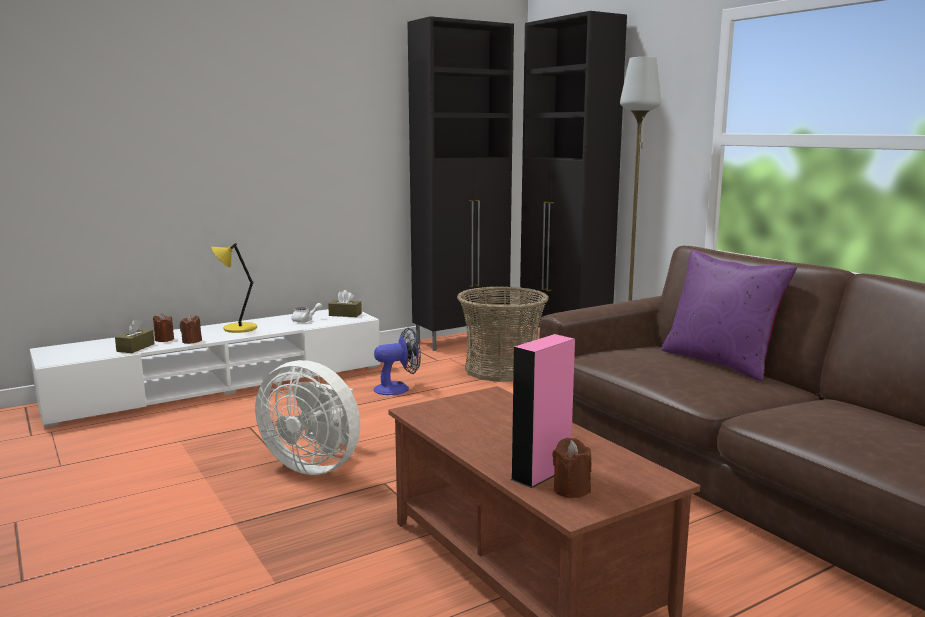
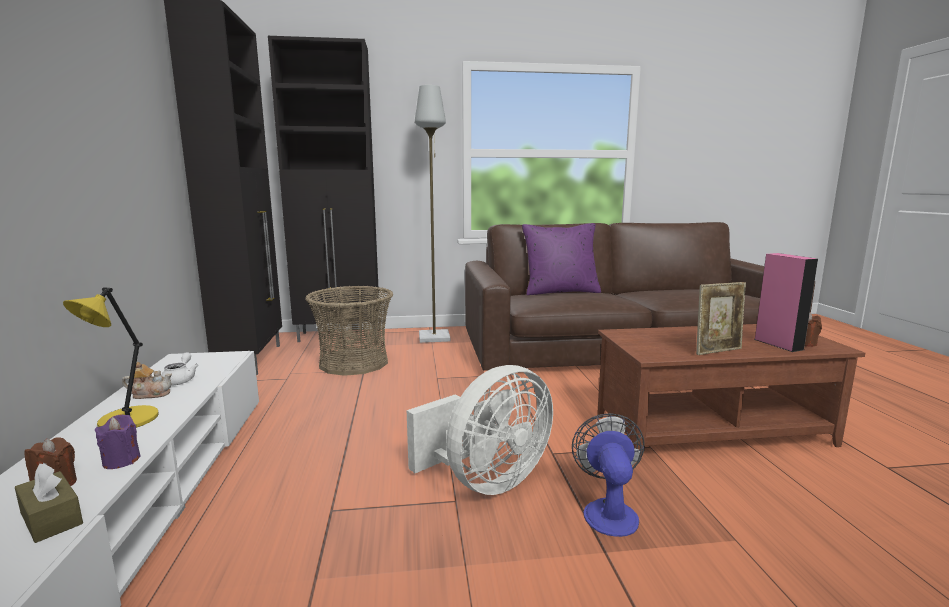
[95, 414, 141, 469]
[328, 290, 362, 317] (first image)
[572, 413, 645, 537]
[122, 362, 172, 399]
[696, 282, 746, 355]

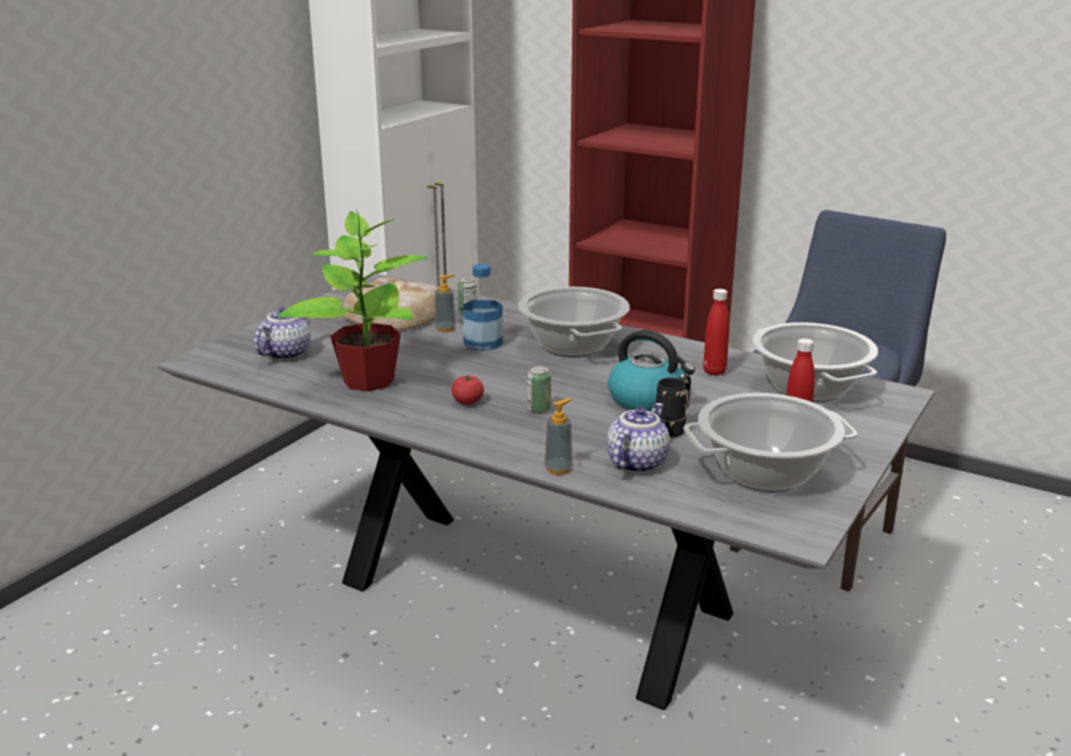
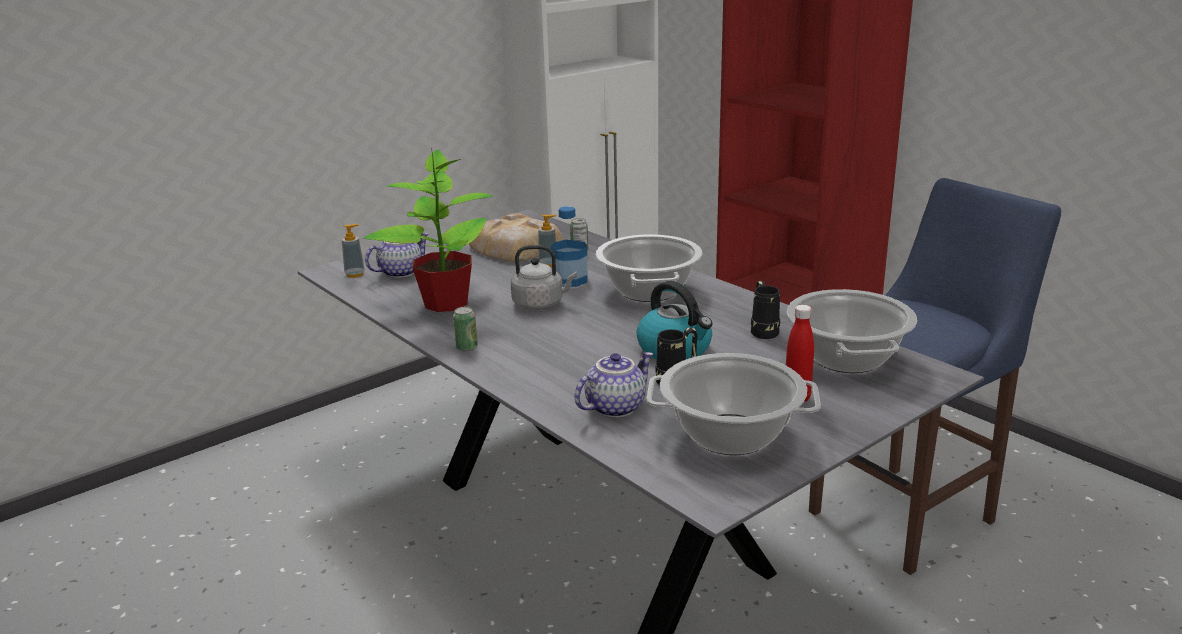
[451, 375, 484, 405] (first image)
[453, 307, 478, 352]
[342, 224, 365, 278]
[751, 281, 780, 339]
[511, 245, 577, 310]

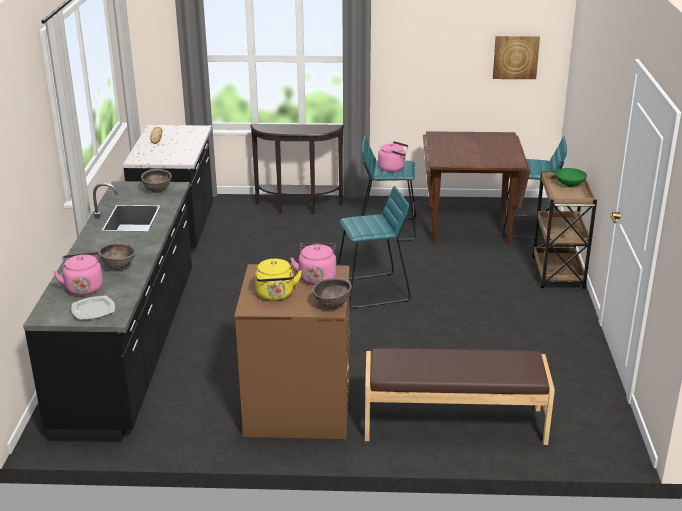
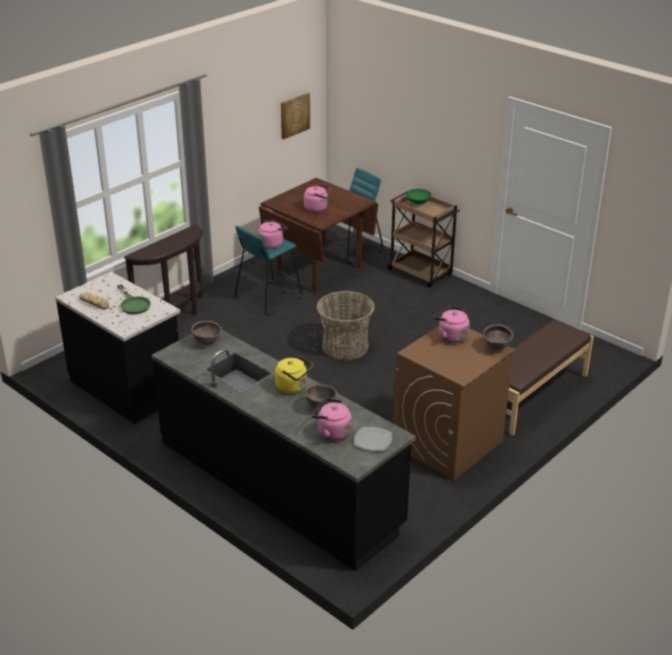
[275, 356, 313, 394]
[316, 291, 375, 360]
[117, 284, 151, 314]
[304, 184, 331, 212]

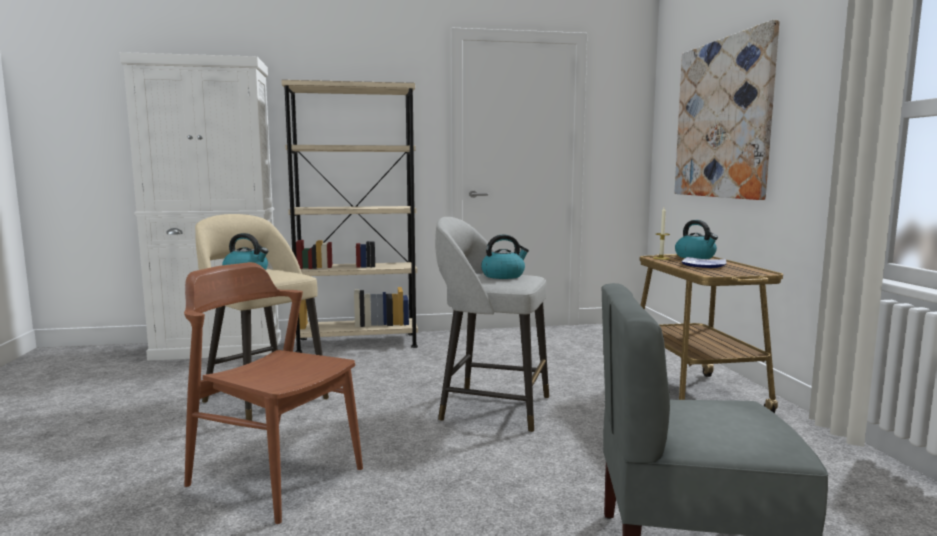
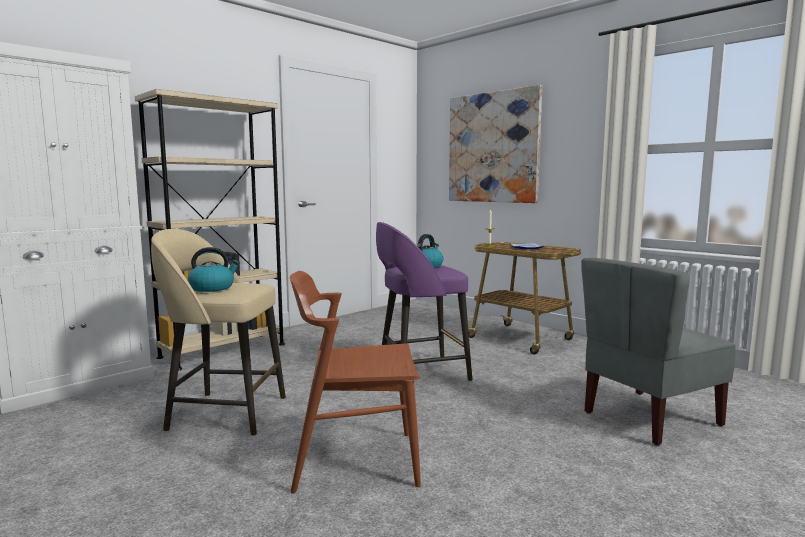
[376, 222, 472, 381]
[675, 220, 718, 259] (first image)

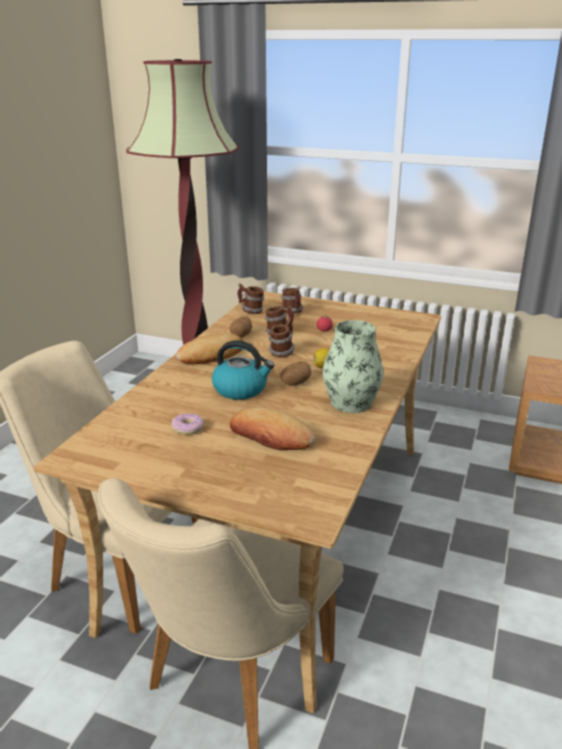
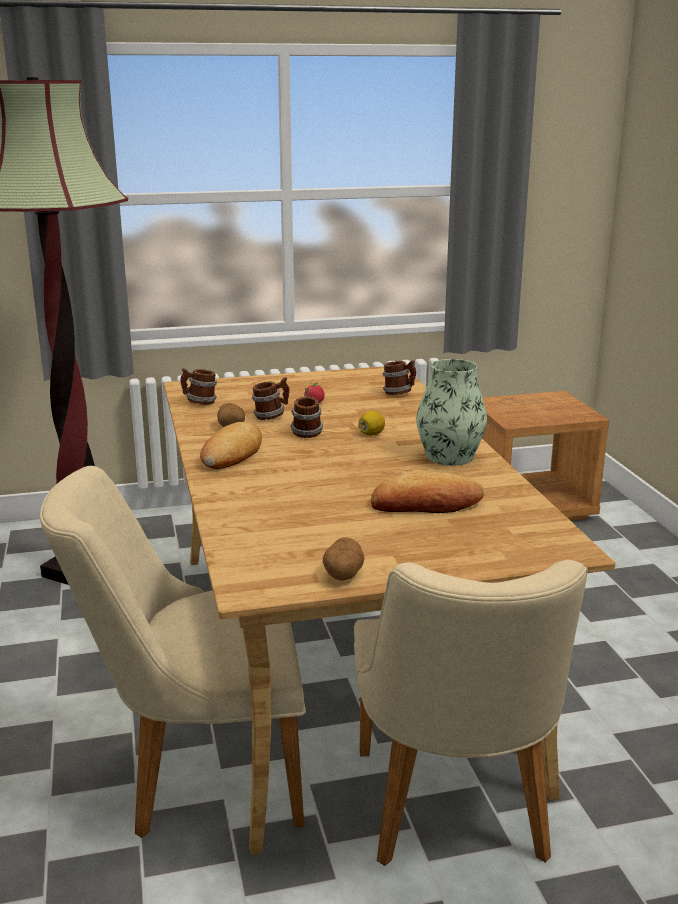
[171, 413, 204, 435] (first image)
[212, 340, 274, 400] (first image)
[323, 537, 364, 581]
[382, 360, 416, 395]

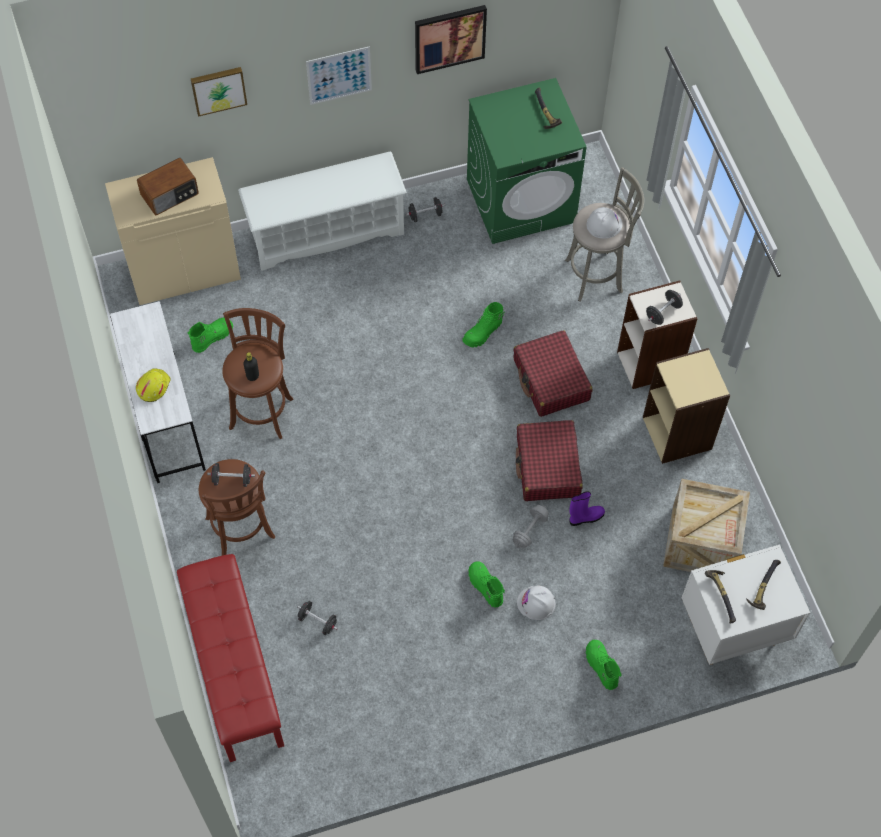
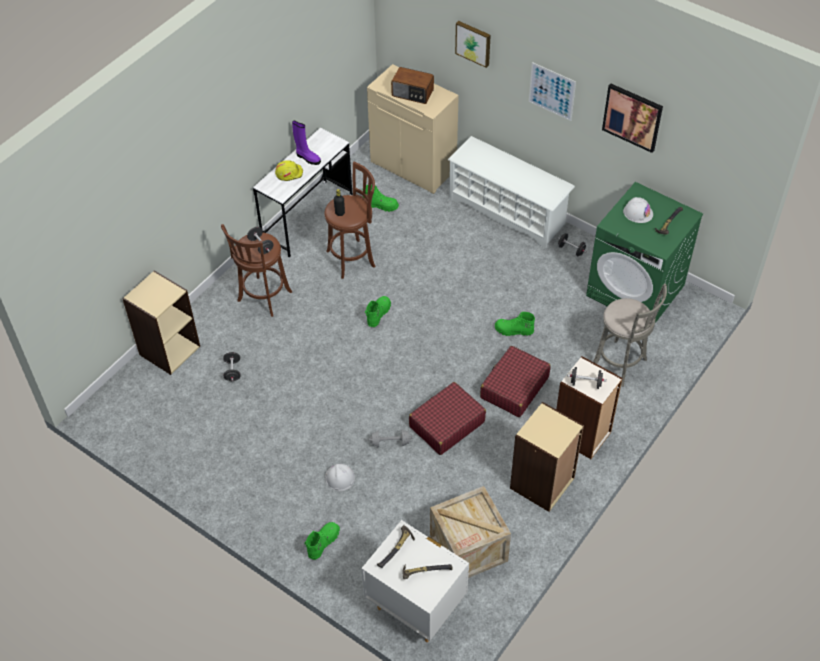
[122, 270, 200, 375]
[365, 296, 391, 327]
[292, 121, 321, 165]
[623, 197, 653, 223]

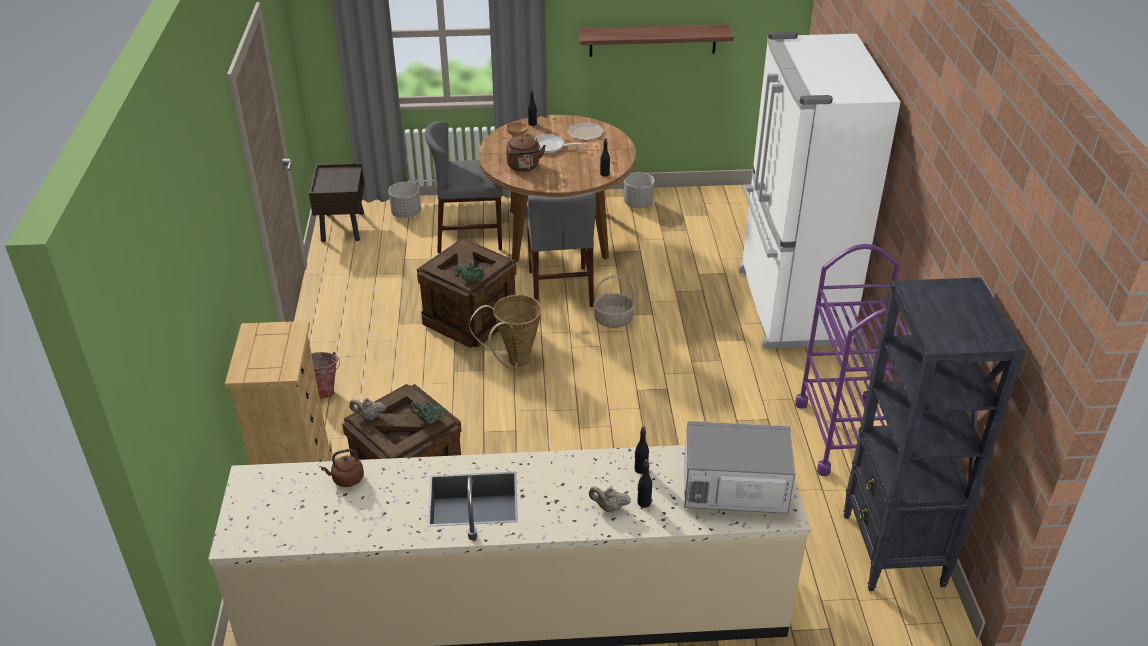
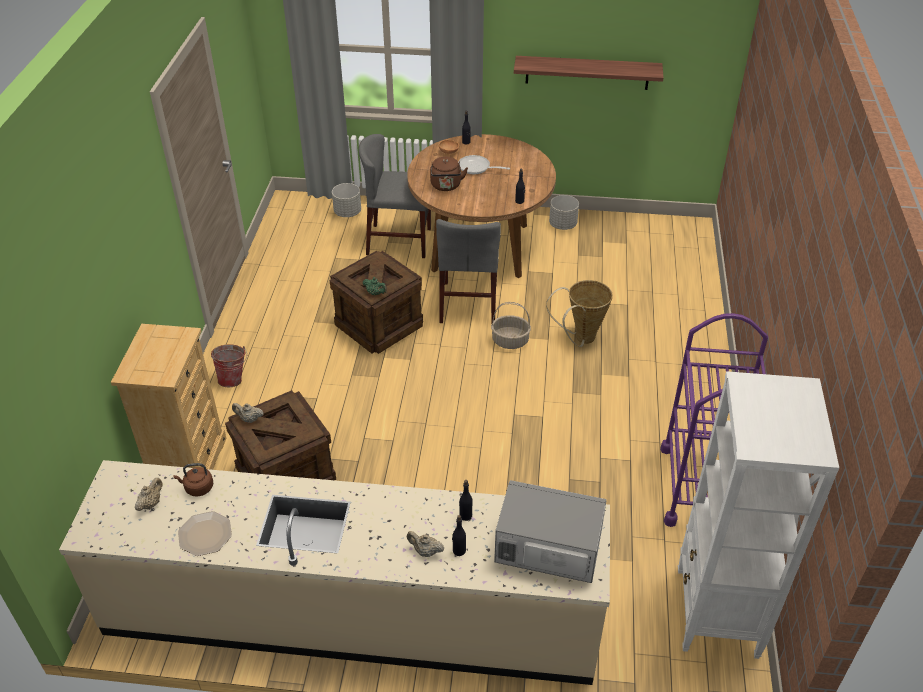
[309, 163, 365, 242] (first image)
[410, 401, 446, 424] (first image)
[546, 280, 613, 347]
[178, 511, 232, 556]
[738, 31, 900, 349] (first image)
[678, 371, 839, 659]
[135, 478, 163, 511]

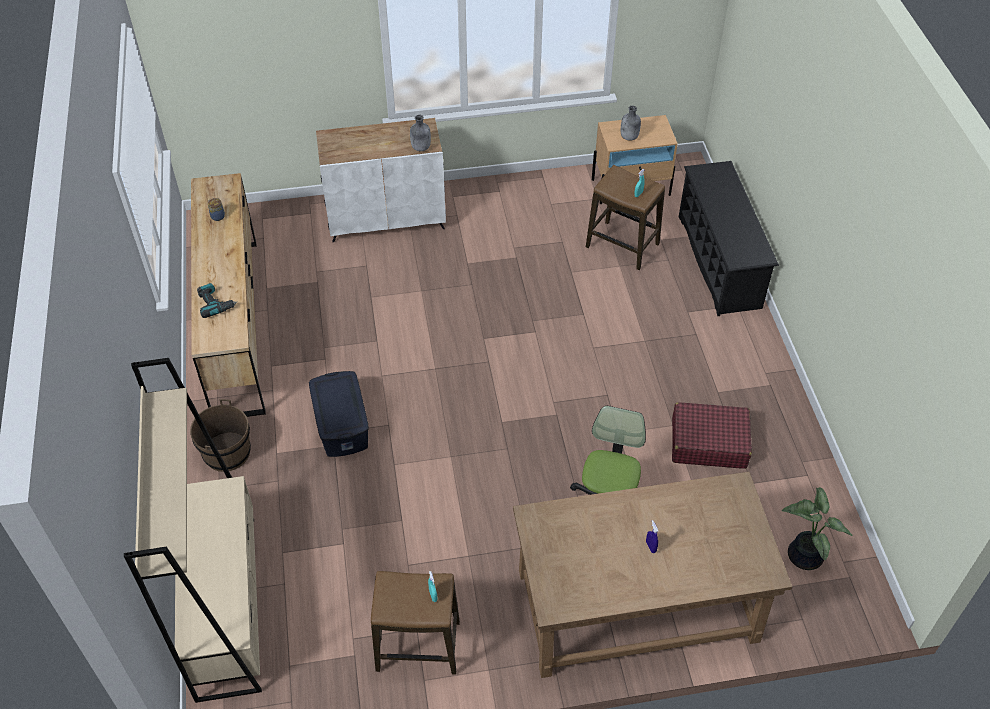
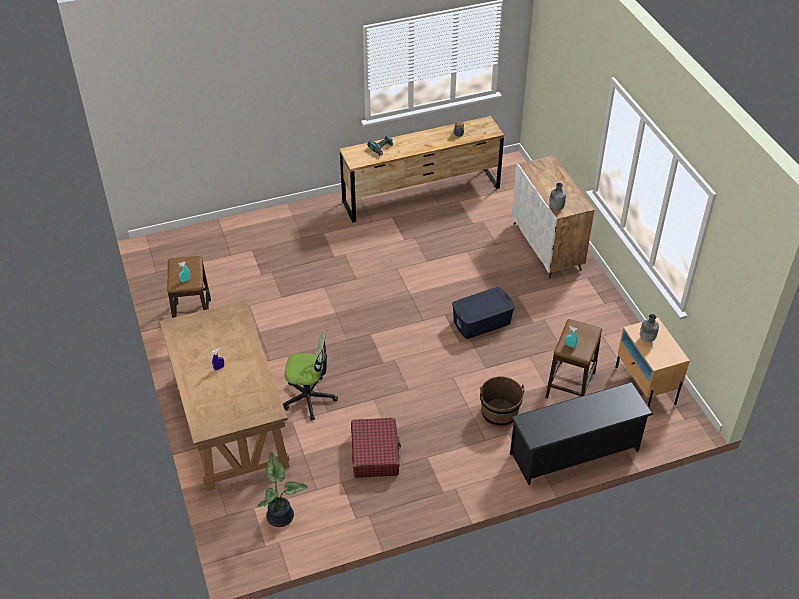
[124, 358, 262, 703] (first image)
[480, 376, 525, 427]
[452, 287, 514, 339]

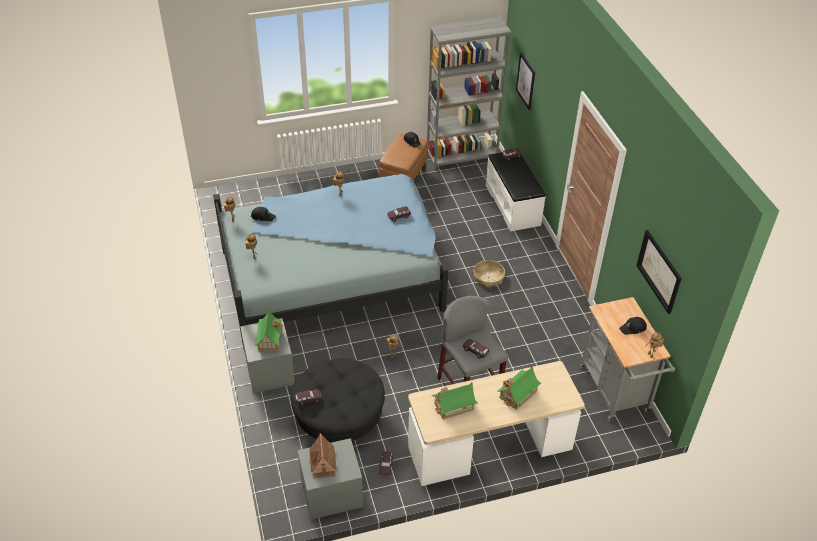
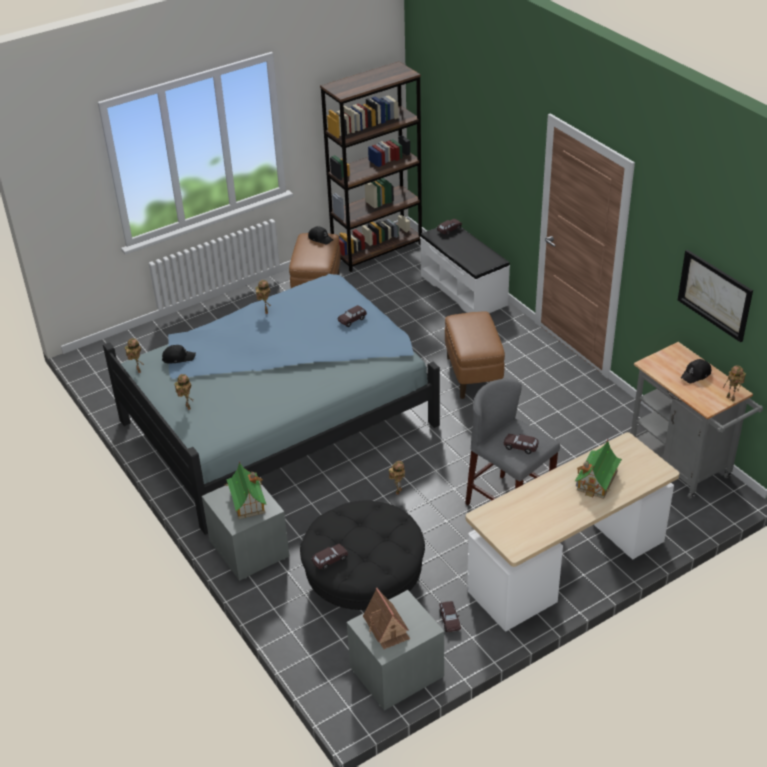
[320, 61, 422, 272]
[432, 383, 478, 420] (first image)
[445, 311, 505, 399]
[516, 53, 535, 110] (first image)

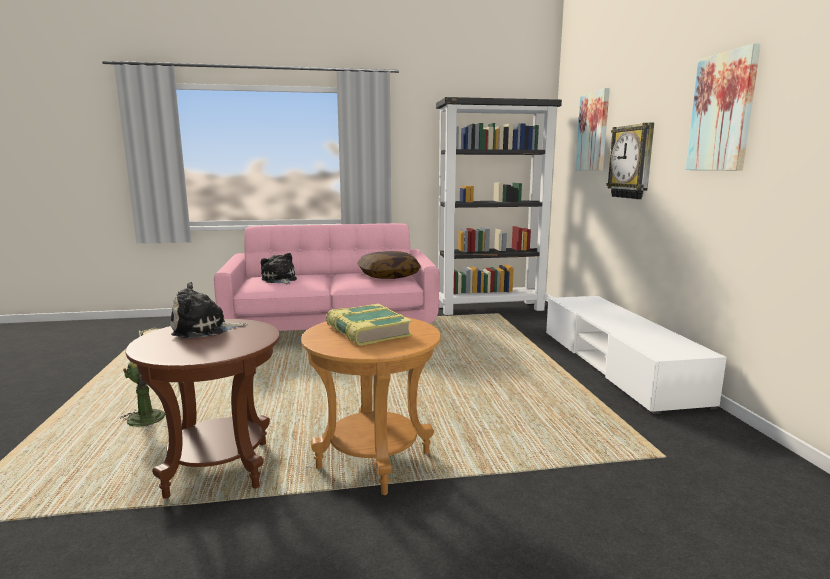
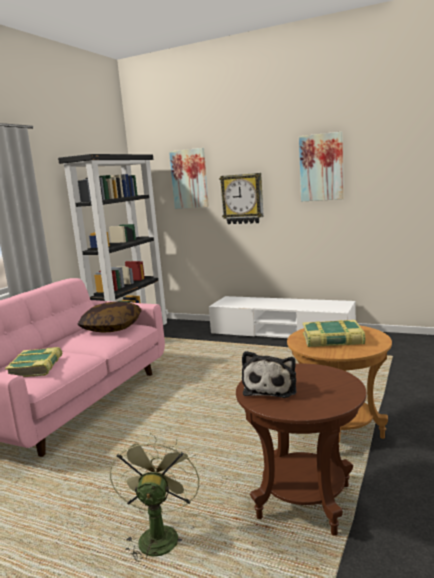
[5, 347, 62, 377]

